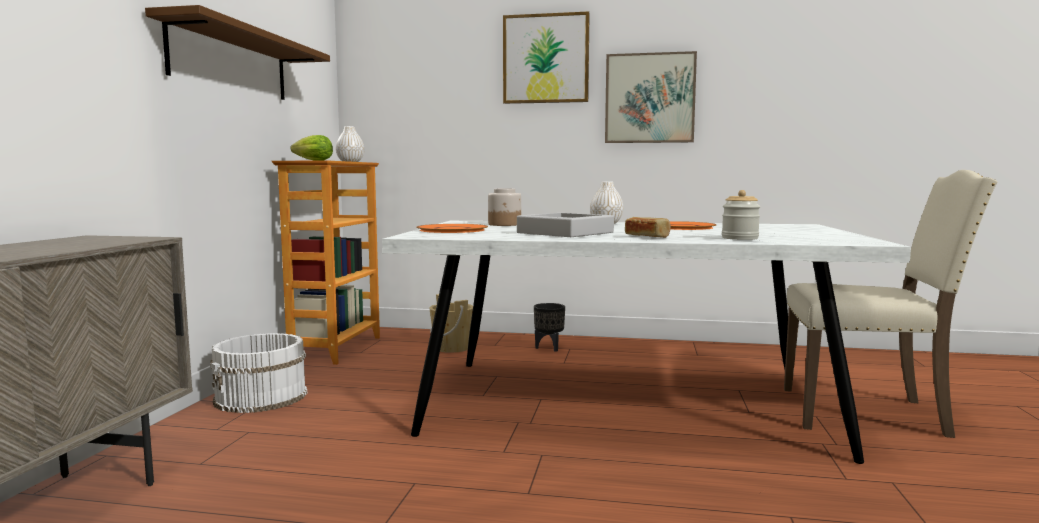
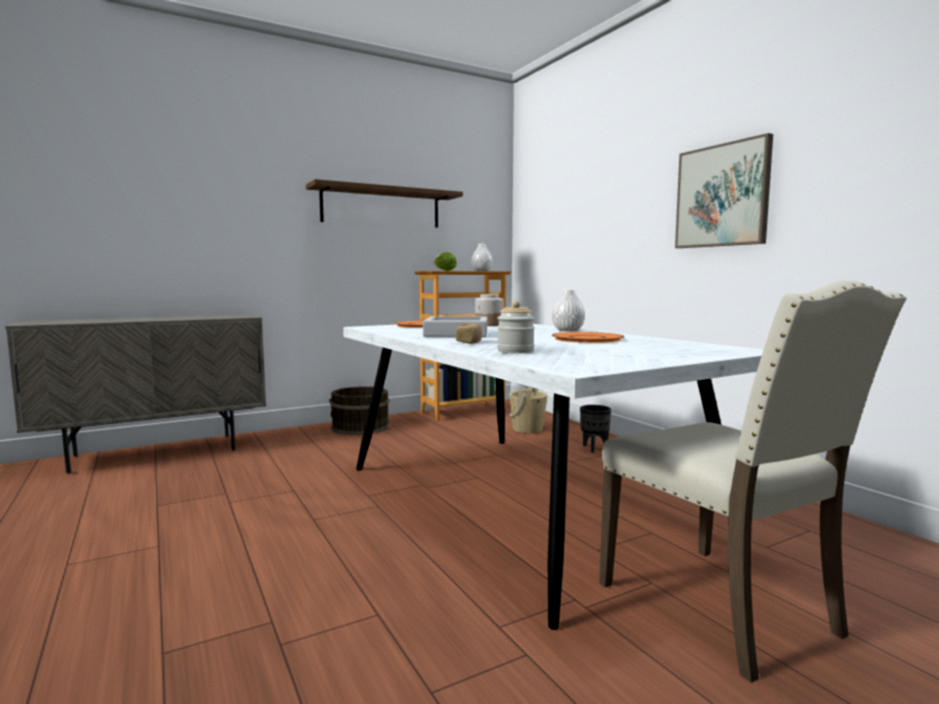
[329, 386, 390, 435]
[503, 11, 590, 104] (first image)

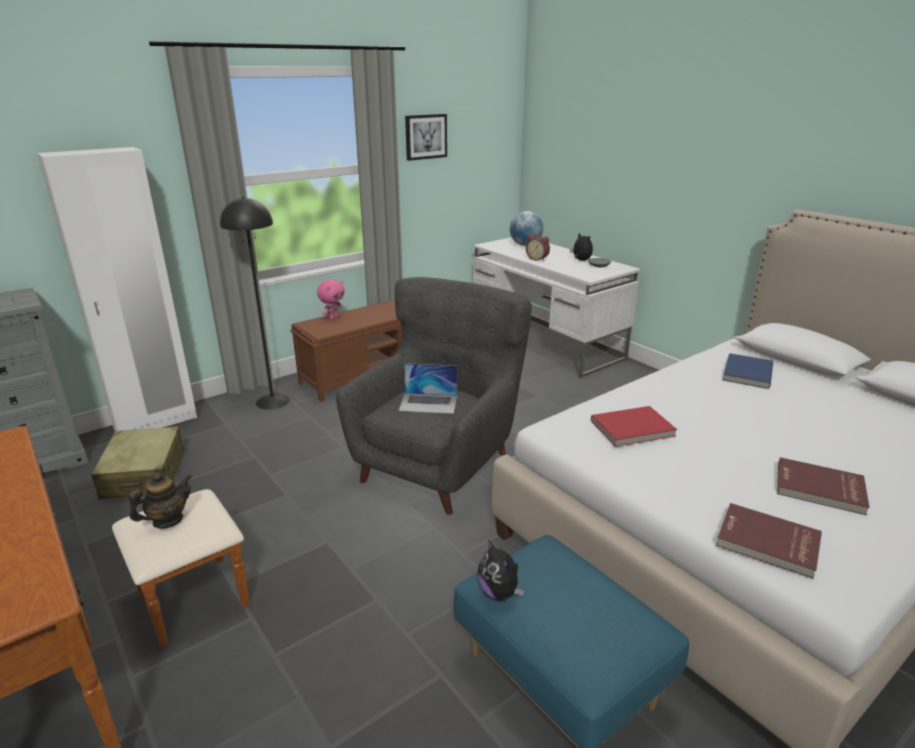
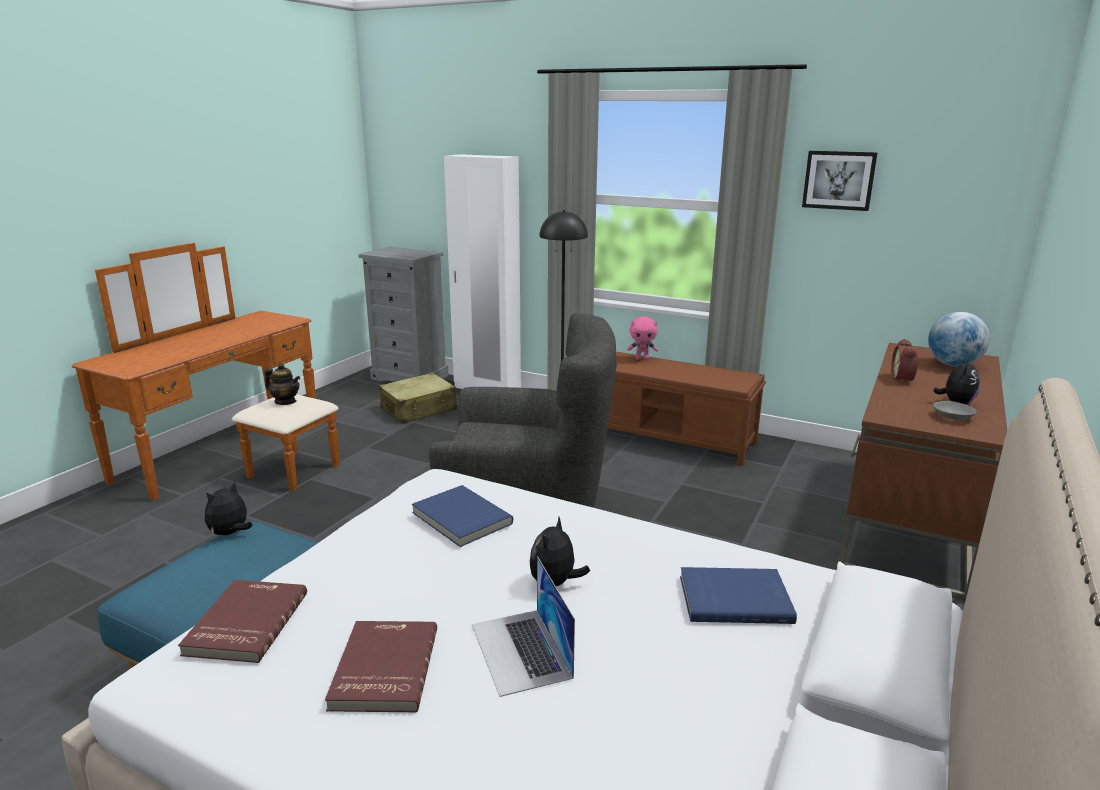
[472, 556, 575, 697]
[839, 343, 1007, 600]
[412, 485, 513, 547]
[530, 517, 590, 586]

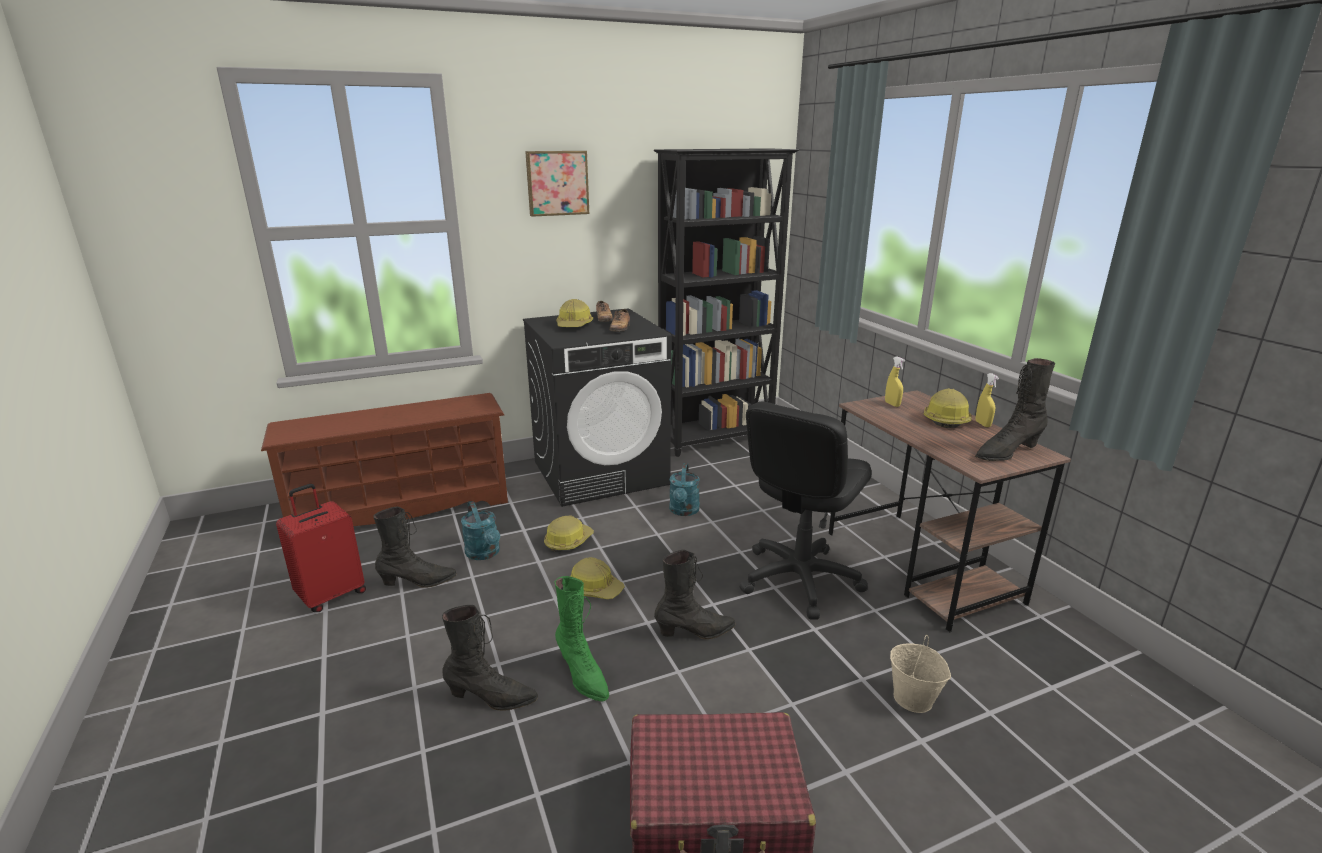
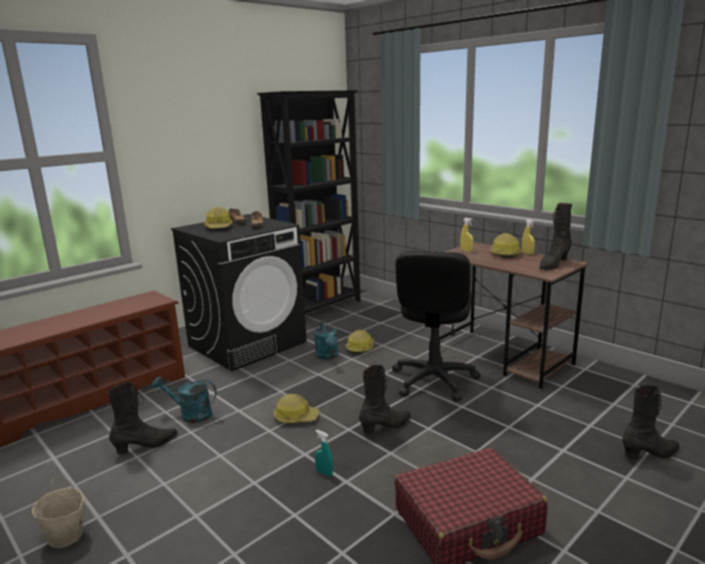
[276, 484, 366, 612] (first image)
[622, 384, 680, 459]
[152, 377, 217, 423]
[525, 151, 589, 217] (first image)
[346, 330, 374, 354]
[315, 430, 333, 476]
[32, 478, 84, 548]

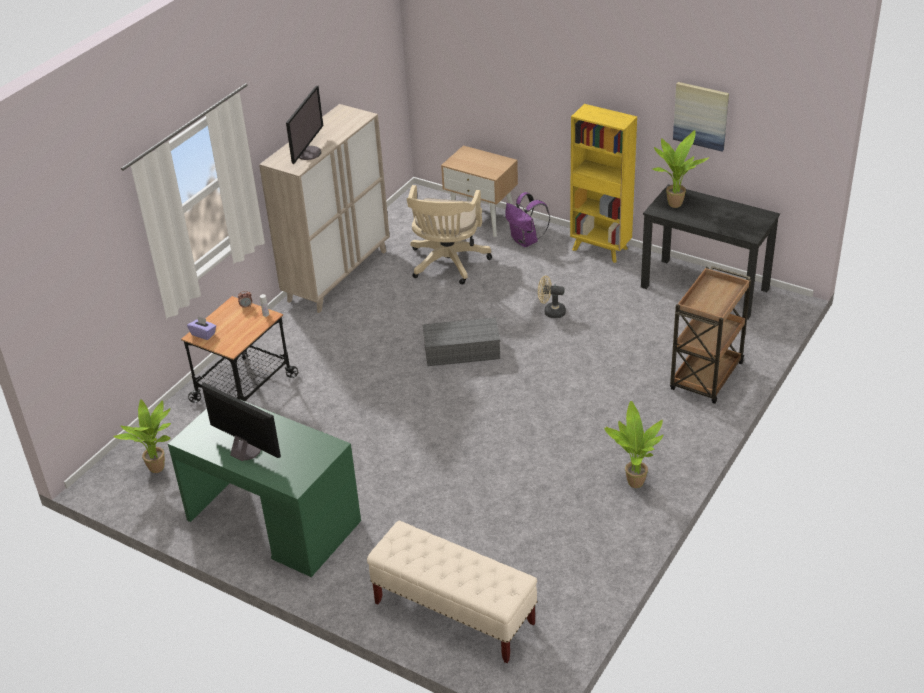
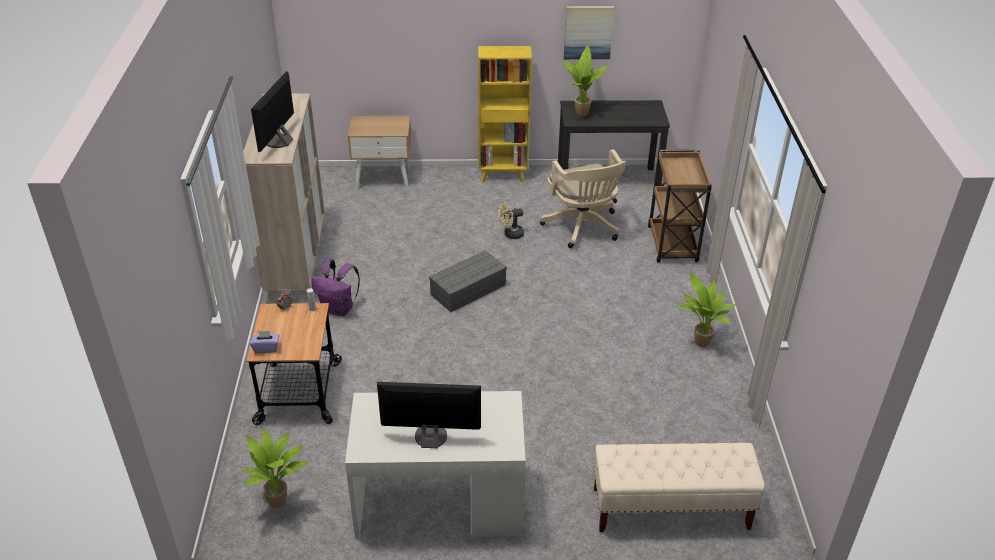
[345, 391, 526, 539]
[251, 71, 294, 152]
[540, 149, 626, 248]
[311, 259, 360, 316]

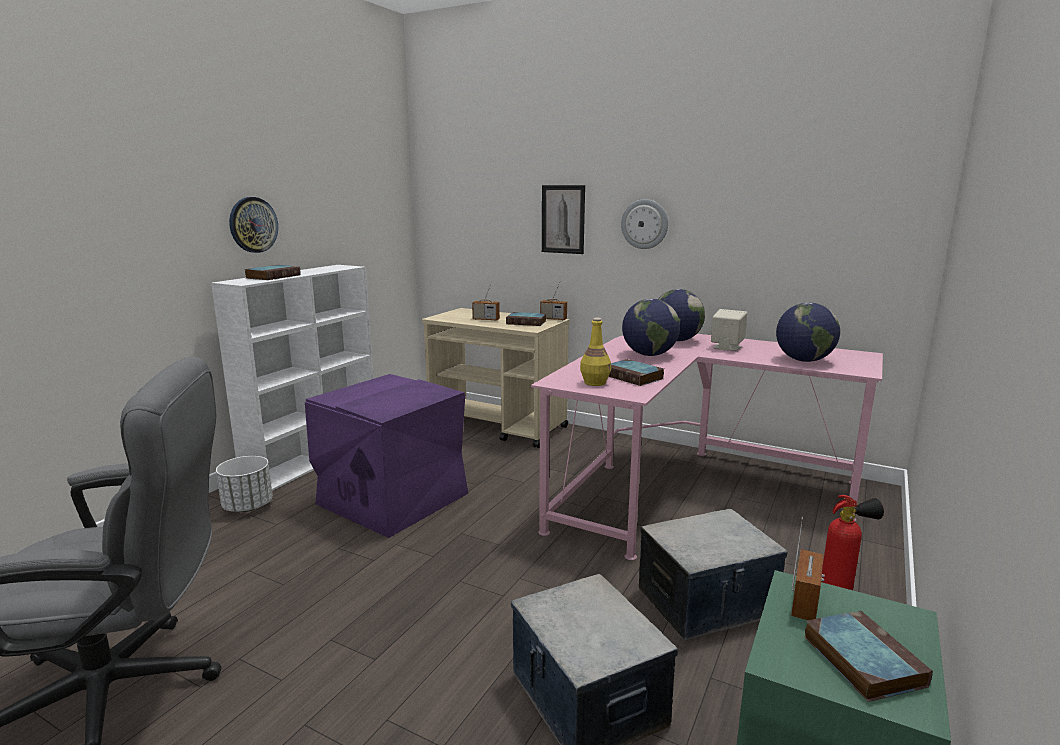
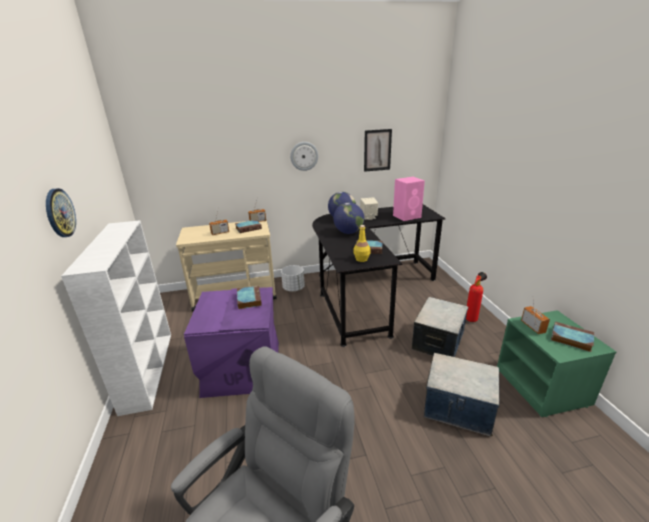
[281, 265, 305, 291]
[237, 286, 262, 309]
[312, 204, 445, 347]
[364, 129, 392, 172]
[393, 177, 425, 221]

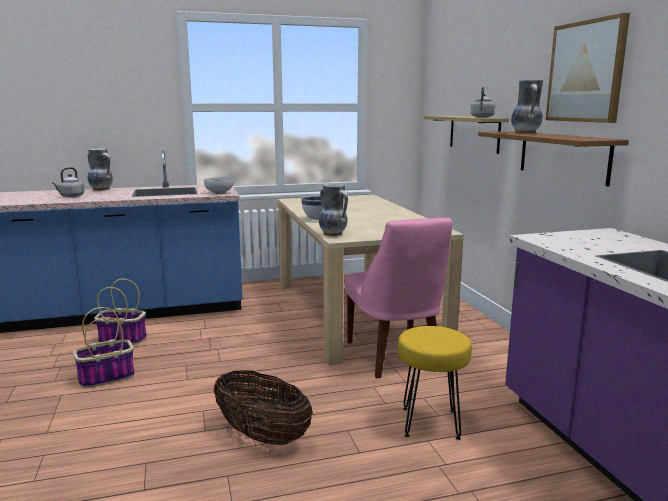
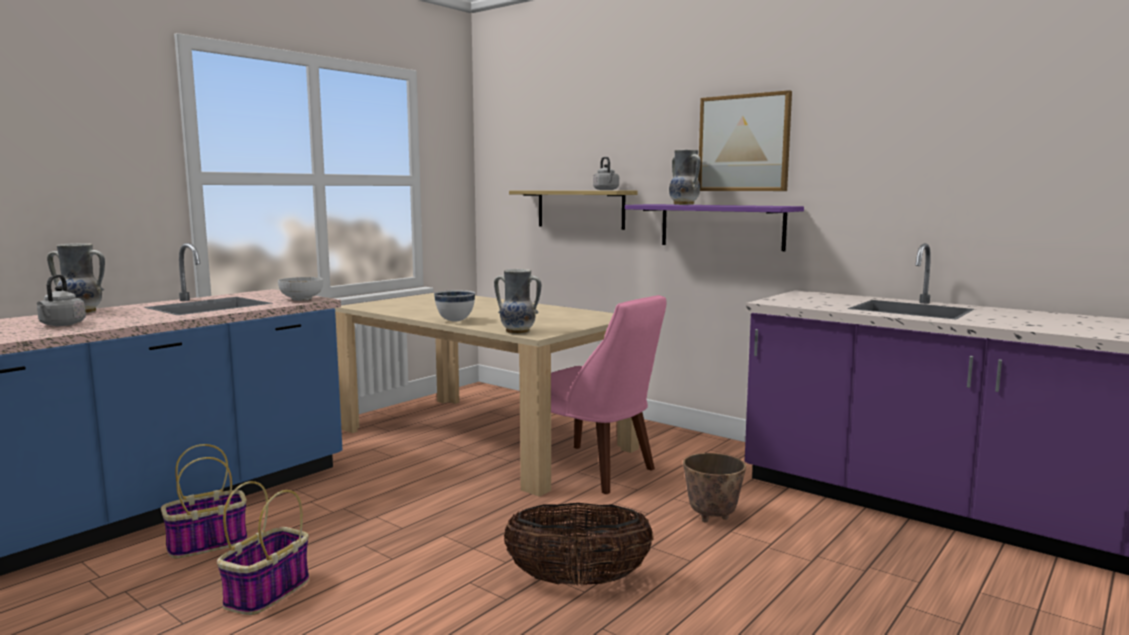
[683, 453, 746, 522]
[625, 204, 804, 251]

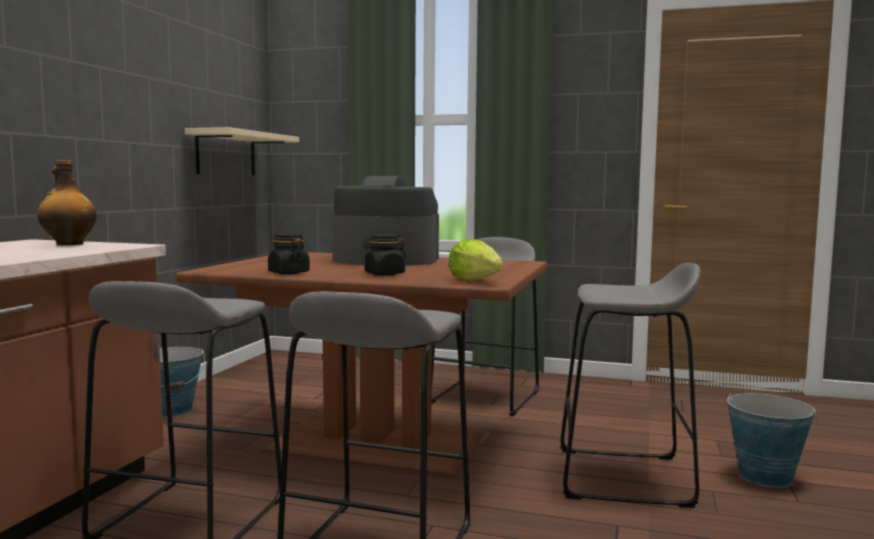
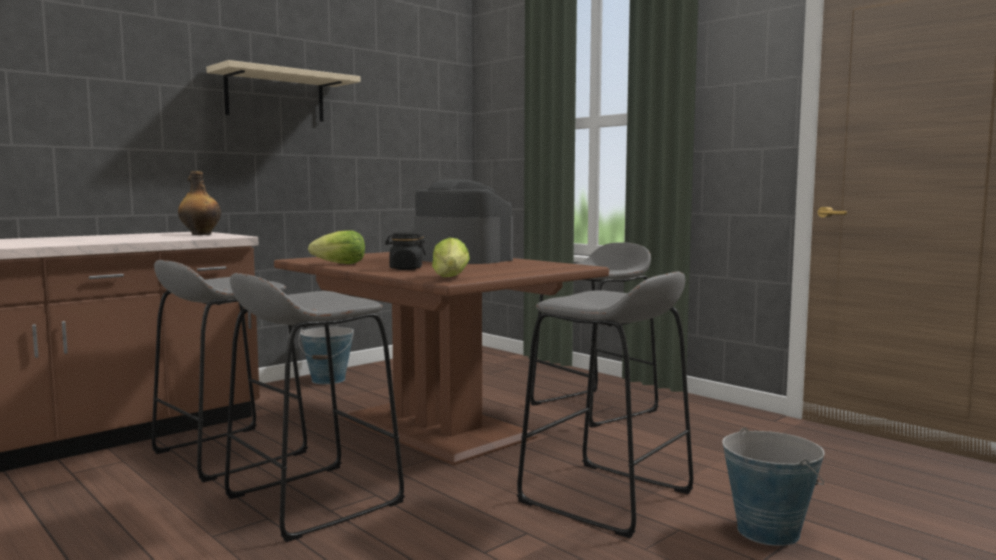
[206, 60, 361, 122]
[308, 230, 365, 264]

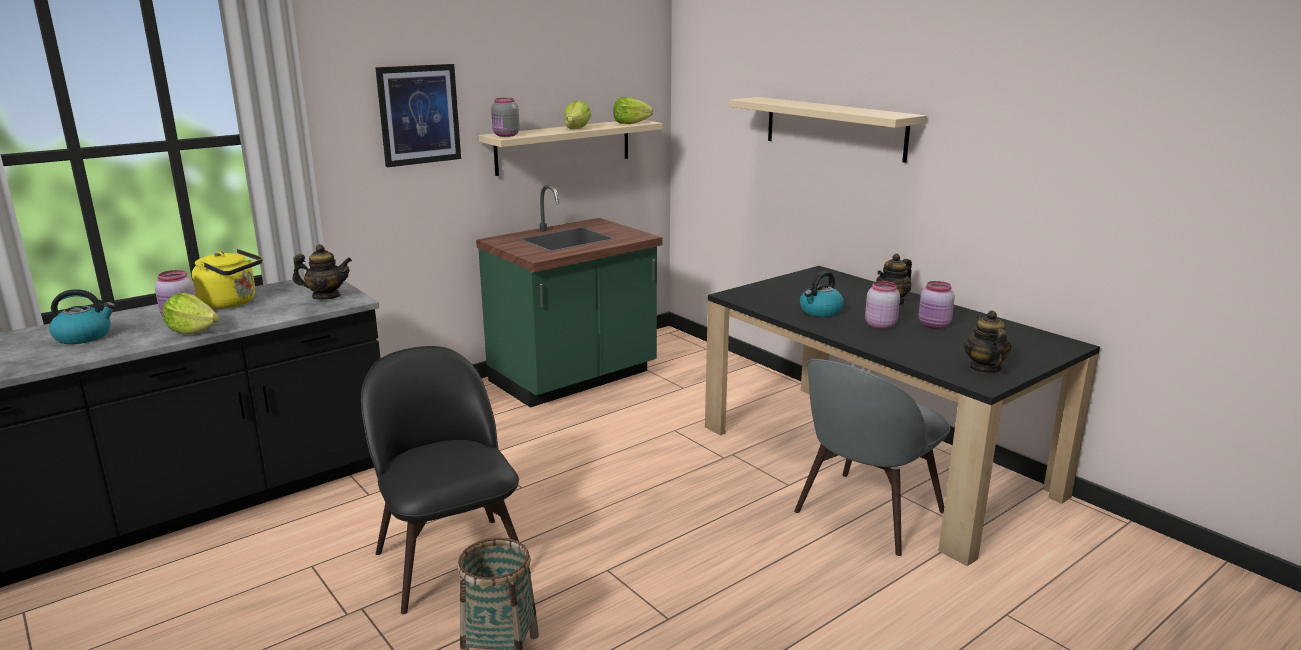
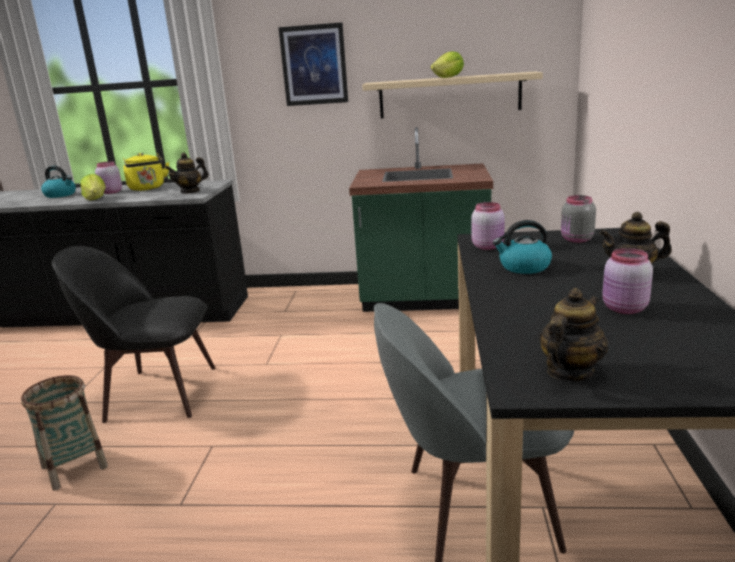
[165, 153, 209, 194]
[52, 246, 216, 423]
[561, 195, 596, 243]
[613, 97, 653, 124] (first image)
[729, 97, 927, 163] (first image)
[471, 202, 505, 250]

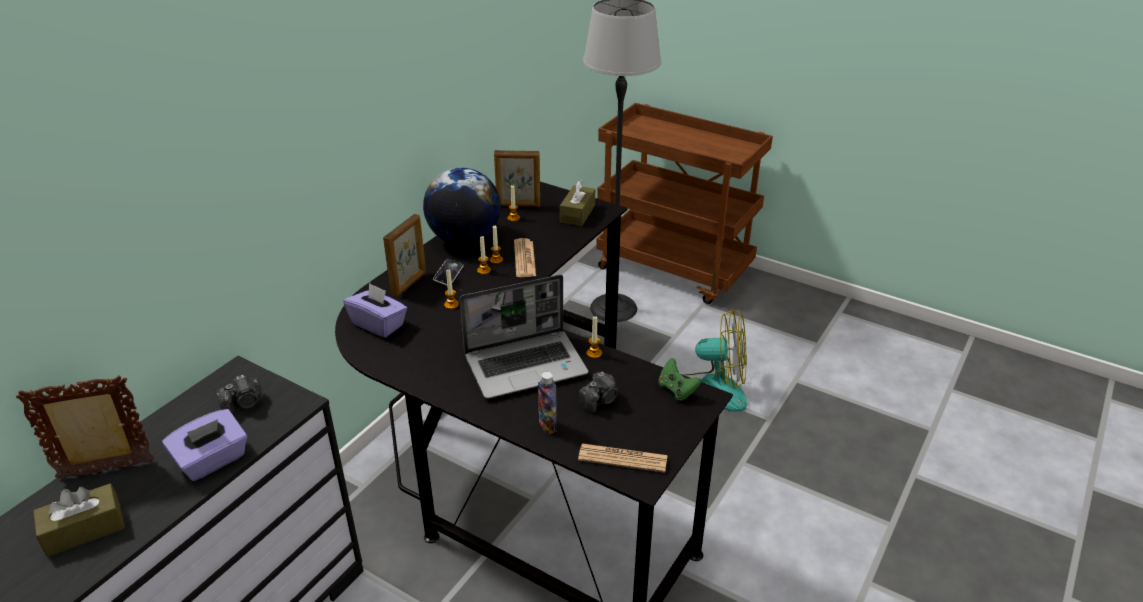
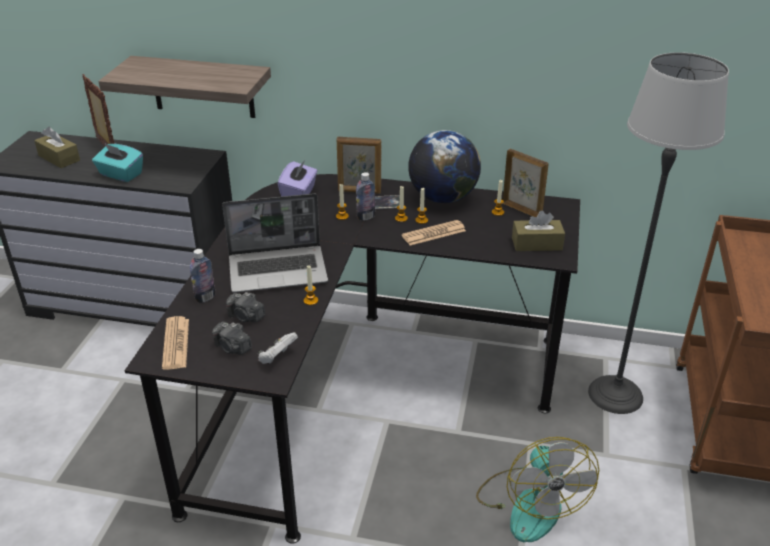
[92, 143, 143, 182]
[212, 322, 252, 355]
[222, 193, 328, 293]
[503, 149, 549, 217]
[258, 332, 298, 364]
[98, 56, 271, 118]
[356, 172, 375, 221]

